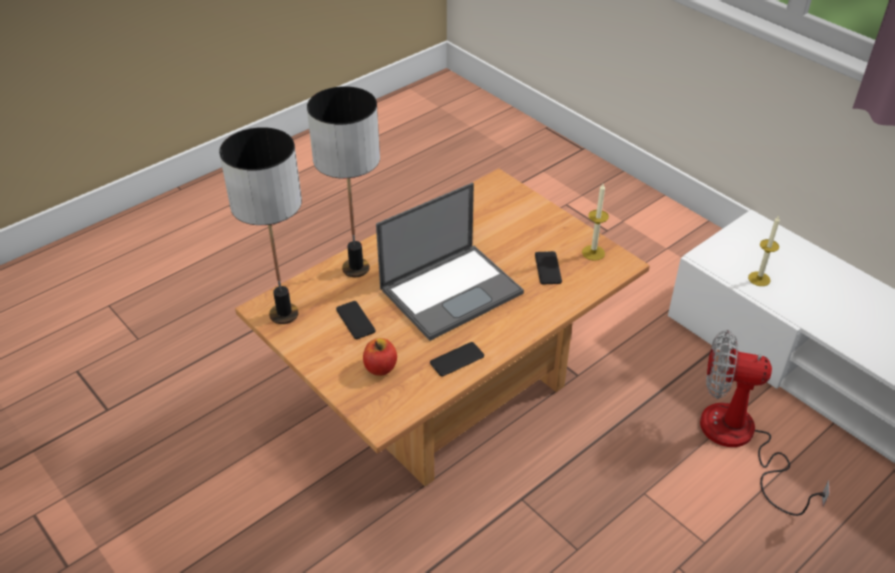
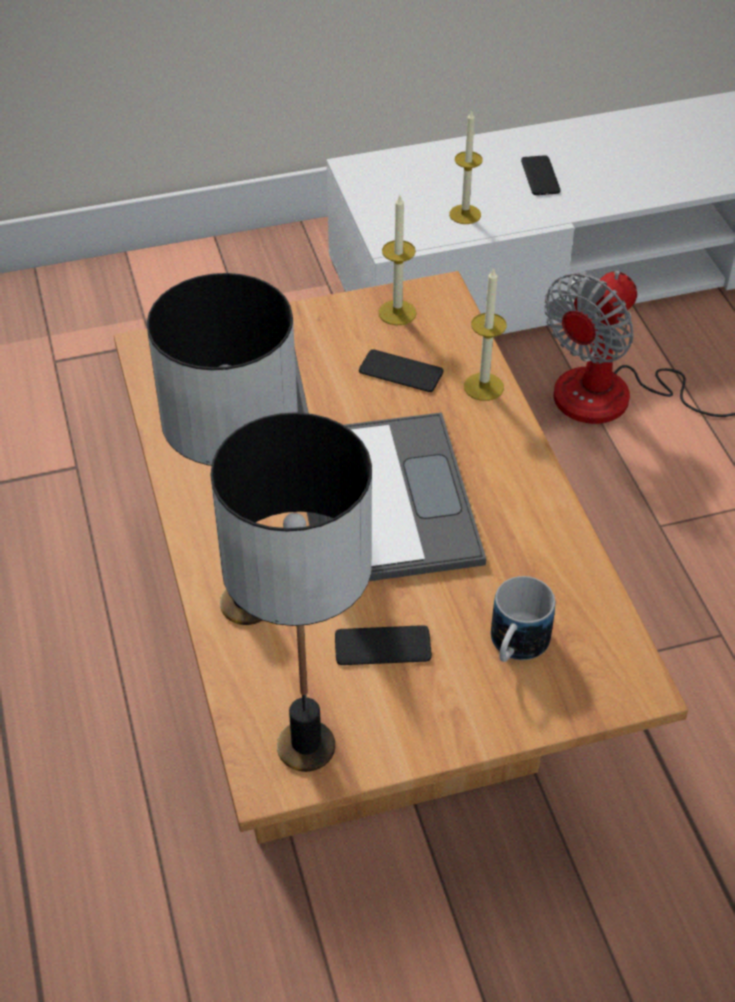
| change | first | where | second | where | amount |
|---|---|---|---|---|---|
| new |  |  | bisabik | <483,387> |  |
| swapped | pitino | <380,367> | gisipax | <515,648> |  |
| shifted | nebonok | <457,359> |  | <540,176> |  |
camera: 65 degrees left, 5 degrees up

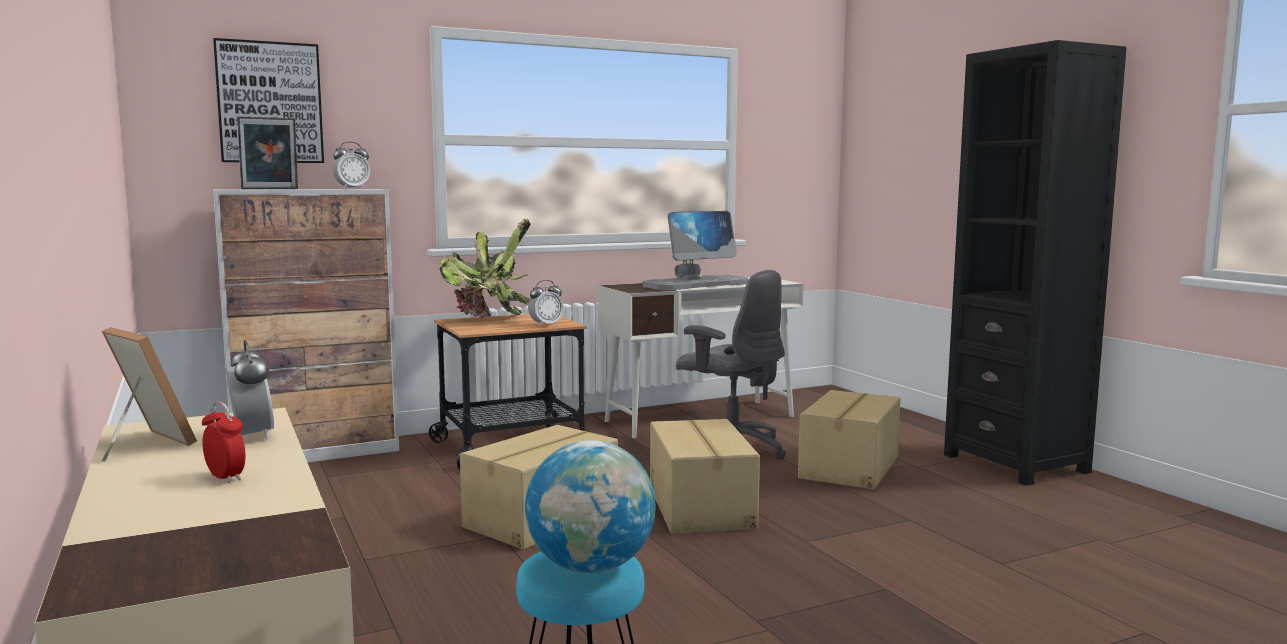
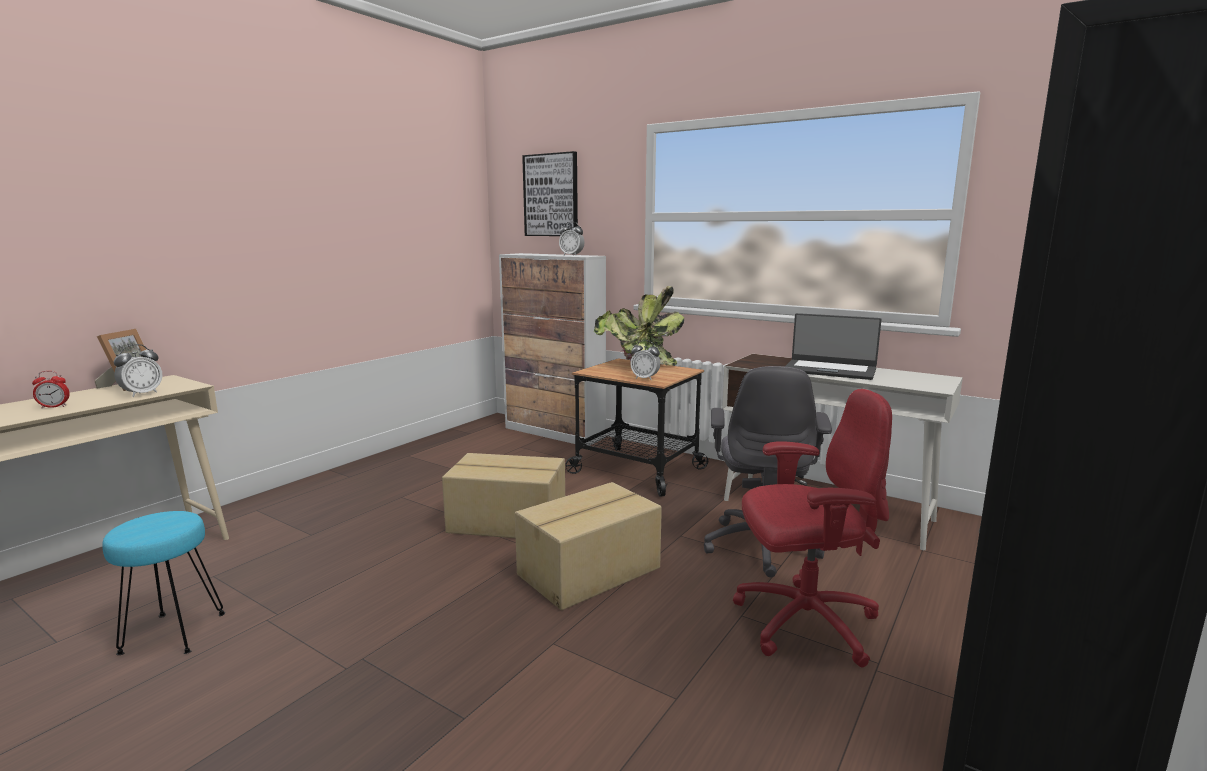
| change | first | where | second | where | amount |
|---|---|---|---|---|---|
| rotated | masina | <225,477> |  | <54,407> | 60 degrees clockwise |
| swapped | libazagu | <851,467> | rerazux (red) | <803,622> |  |
| swapped | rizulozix | <696,284> | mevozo | <829,370> |  |
| gone | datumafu | <270,189> |  |  |  |
| gone | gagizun | <591,567> |  |  |  |
camera: 60 degrees right, 5 degrees up

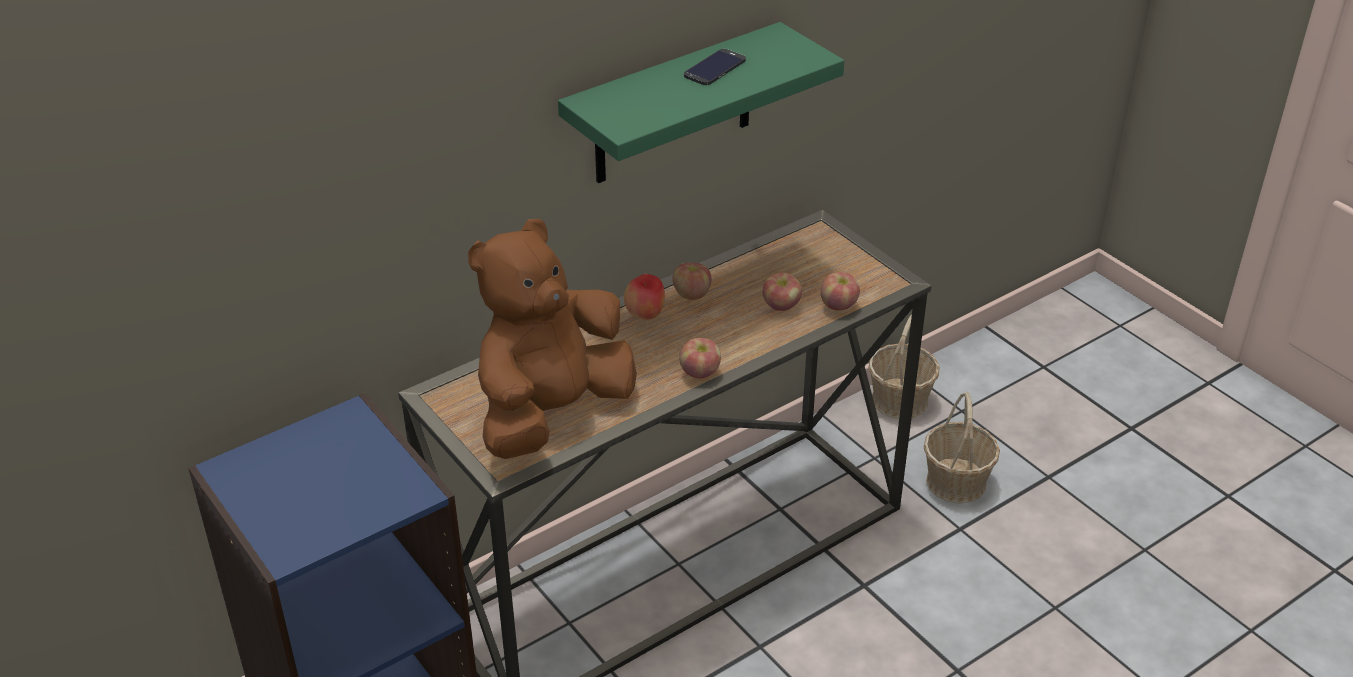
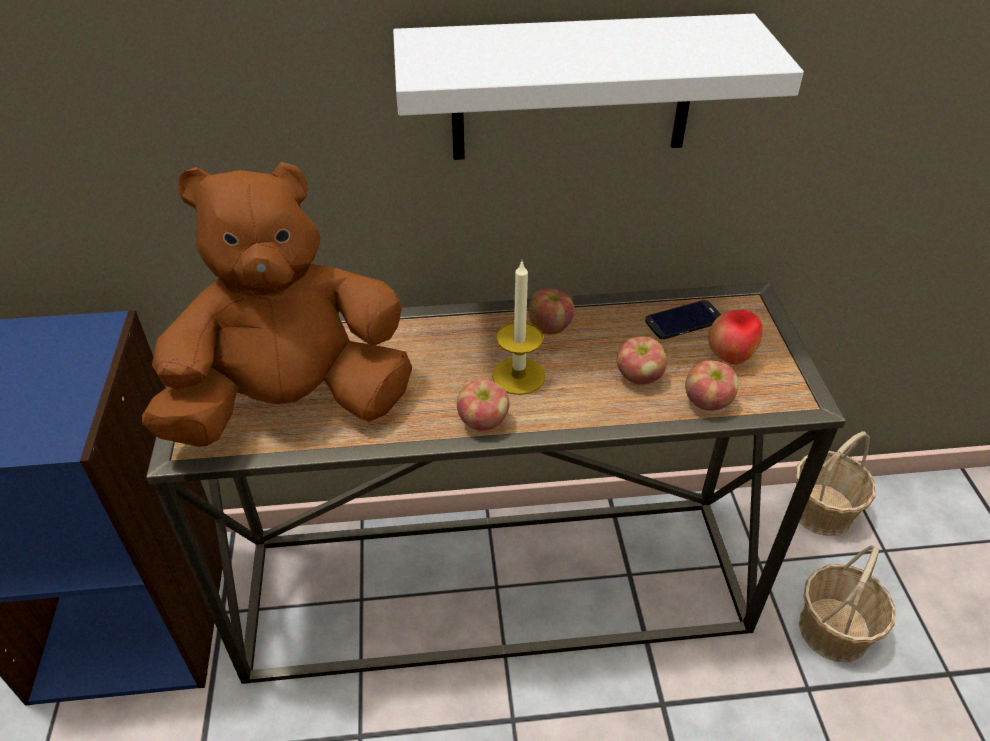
| change | first | where | second | where | amount |
|---|---|---|---|---|---|
| repainted | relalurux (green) | <673,106> | relalurux (white) | <572,89> |  |
| new |  |  | bisabik | <518,376> |  |
| shifted | nebonok | <715,68> |  | <684,320> |  |
| shifted | pitino | <645,315> |  | <730,357> |  |
camera: 30 degrees right, 5 degrees up

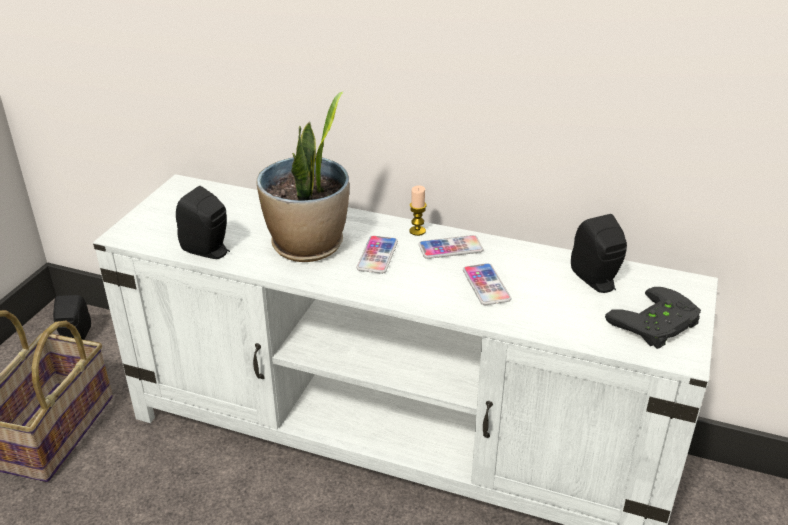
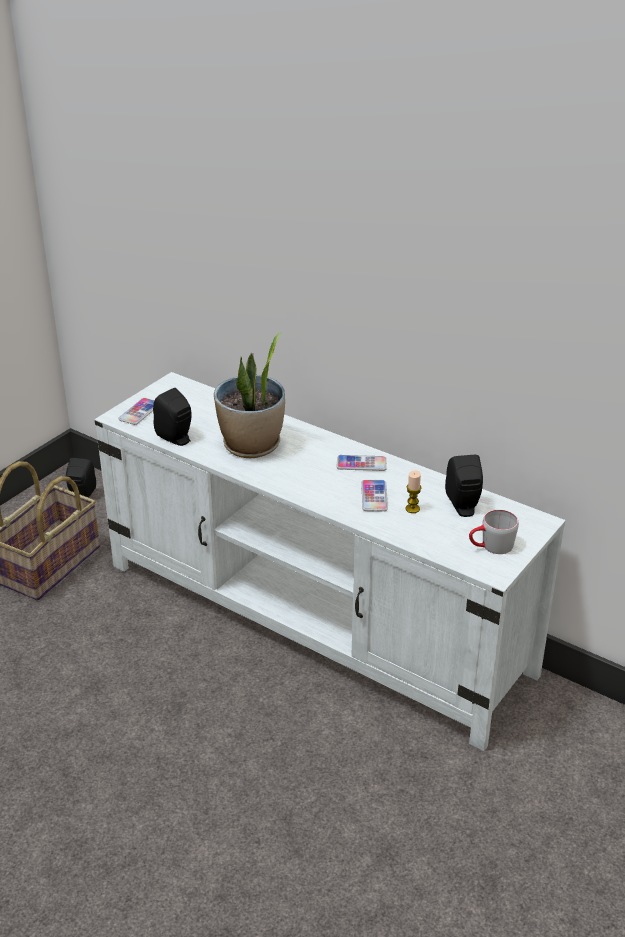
| change | first | where | second | where | amount |
|---|---|---|---|---|---|
| shifted | nebonok | <377,255> |  | <139,412> |  |
| shifted | bisabik | <417,231> |  | <412,509> |  |
| swapped | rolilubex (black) | <658,325> | gisipax (grey) | <491,547> |  |
camera: 15 degrees right, 0 degrees up

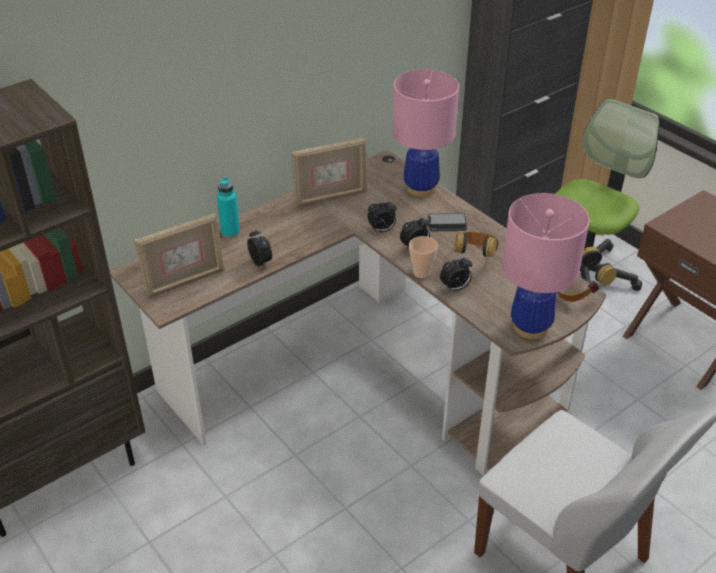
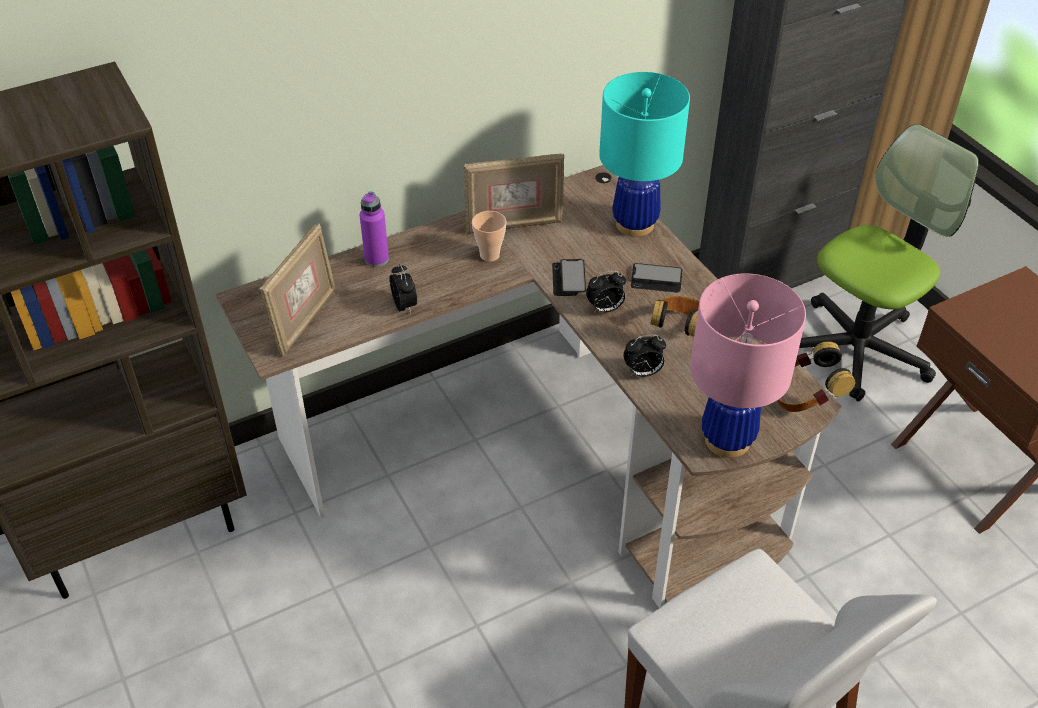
| change | first | where | second | where | amount |
|---|---|---|---|---|---|
| rotated | datumafu | <184,282> |  | <305,321> | 45 degrees counterclockwise |
| repainted | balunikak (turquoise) | <230,232> | balunikak (purple) | <376,259> |  |
| shifted | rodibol | <421,273> |  | <489,255> |  |
| swapped | masina | <381,230> | nebonok | <568,279> |  |
| repainted | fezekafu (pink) | <420,188> | fezekafu (turquoise) | <634,224> |  |
camera: 10 degrees right, 5 degrees up

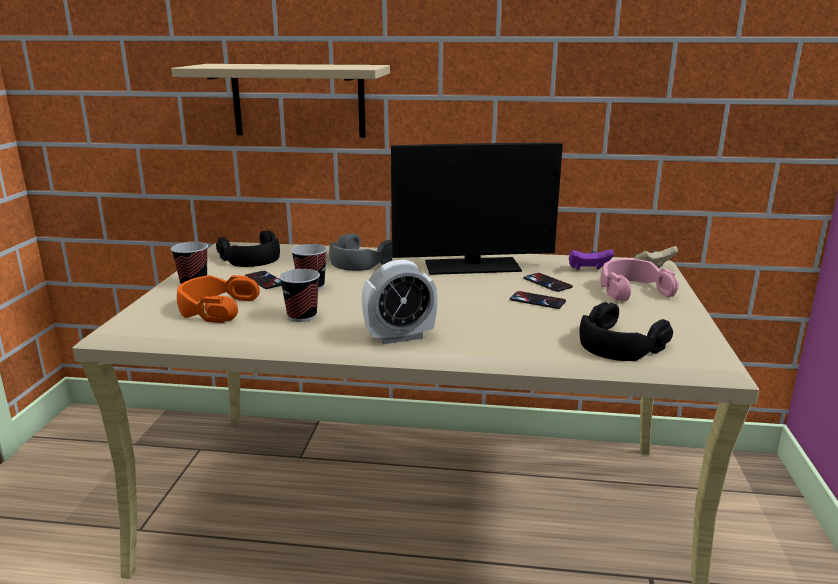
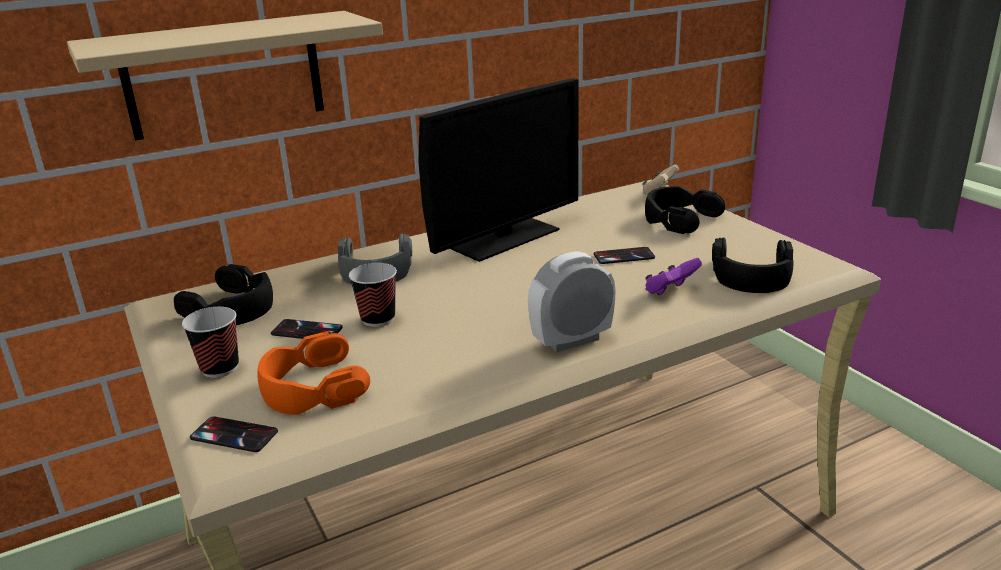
| change | first | where | second | where | amount |
|---|---|---|---|---|---|
| shifted | nebonok | <547,283> |  | <234,435> |  |
| rotated | masina | <400,337> |  | <572,340> | 150 degrees counterclockwise |
| repainted | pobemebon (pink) | <633,290> | pobemebon (black) | <679,219> |  |
| shifted | rolilubex (purple) | <588,270> |  | <670,291> |  |
| gone | rodibol | <302,316> |  |  |  |
camera: 35 degrees left, 5 degrees up

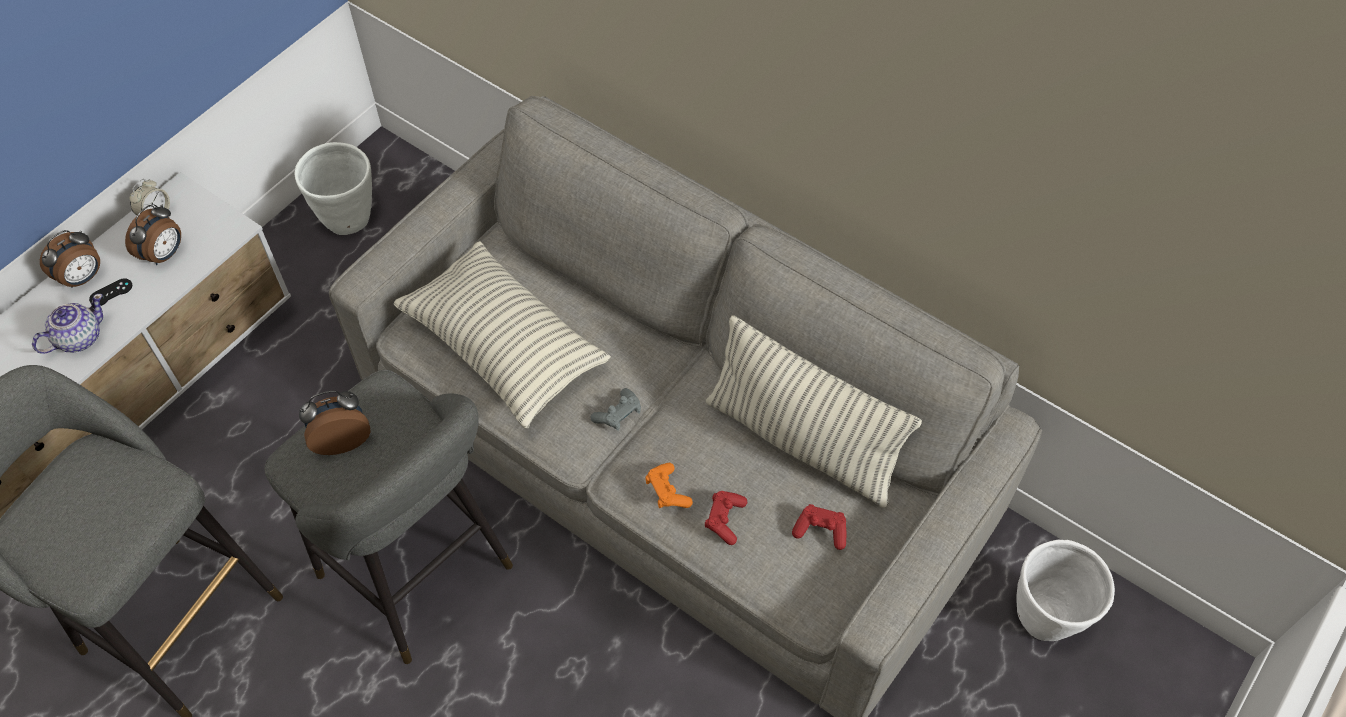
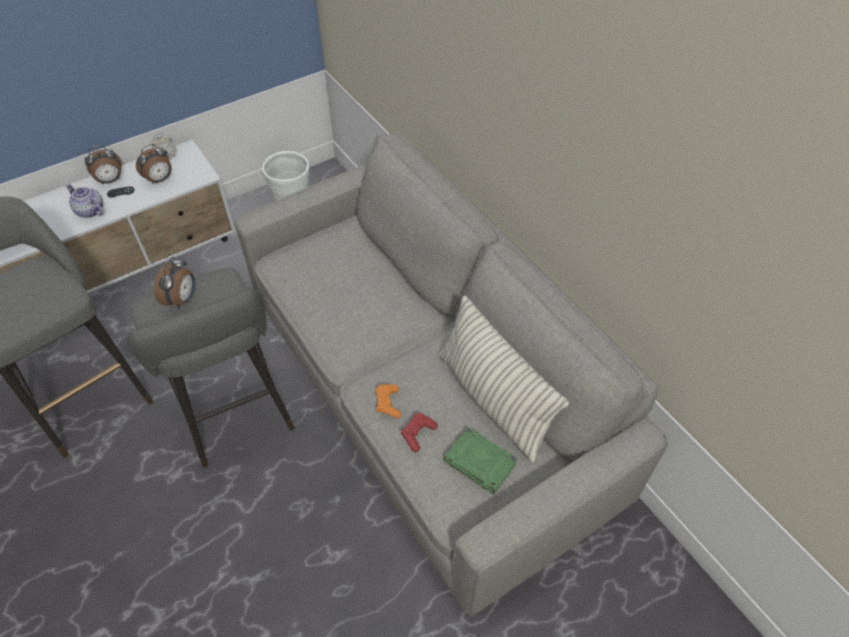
| change | first | where | second | where | amount |
|---|---|---|---|---|---|
| rotated | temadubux | <78,338> |  | <90,211> | 120 degrees counterclockwise |
| rotated | masina | <342,439> |  | <182,299> | 105 degrees clockwise |
| swapped | rolilubex (red) | <821,530> | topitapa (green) | <481,463> |  |
| gone | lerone | <504,347> |  |  |  |
| gone | rolilubex (grey) | <618,415> |  |  |  |
| gone | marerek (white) | <1044,618> |  |  |  |
camera: 20 degrees right, 5 degrees down

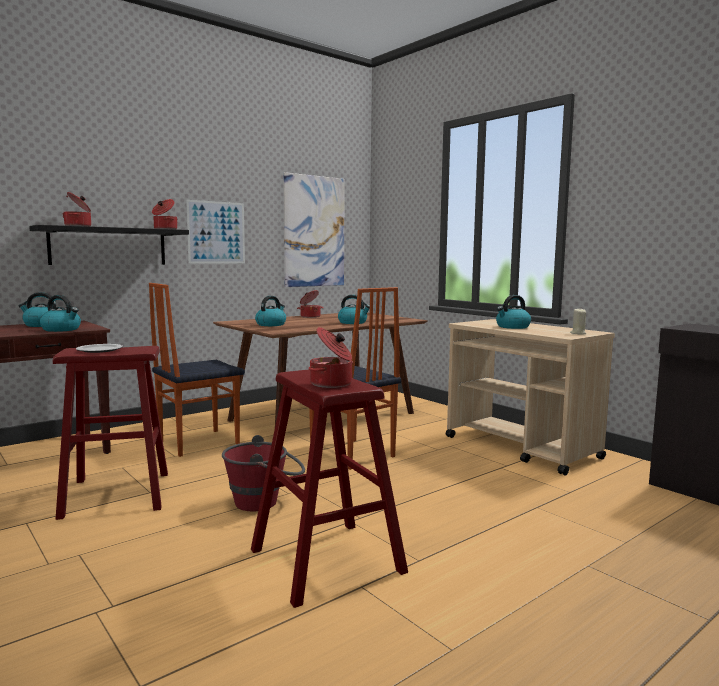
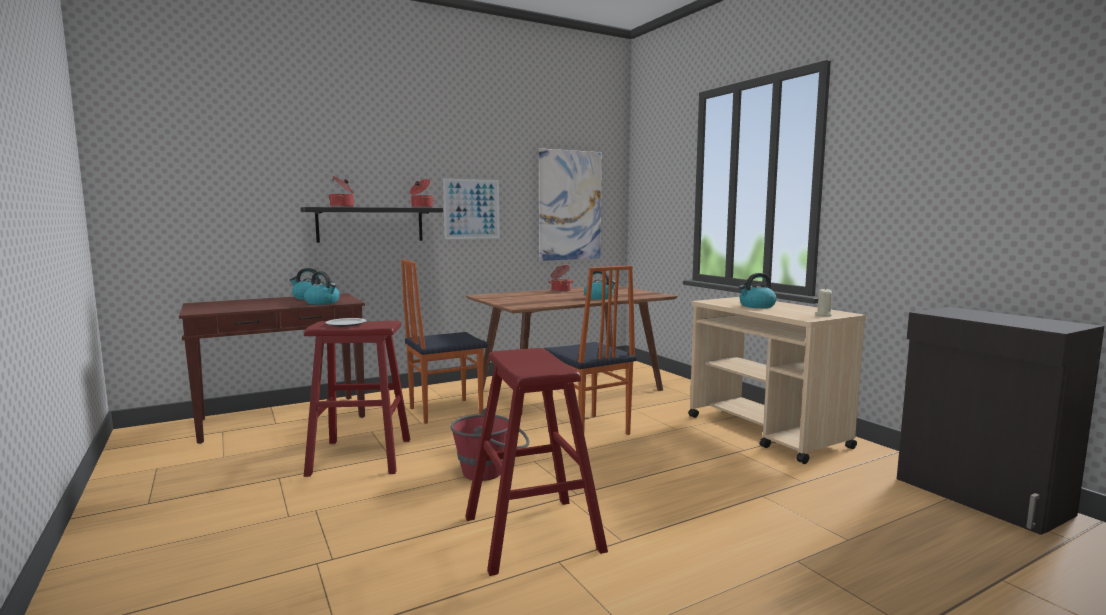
| change | first | where | second | where | amount |
|---|---|---|---|---|---|
| gone | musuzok | <271,324> |  |  |  |
| gone | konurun | <332,384> |  |  |  |
camera: 10 degrees right, 0 degrees up

